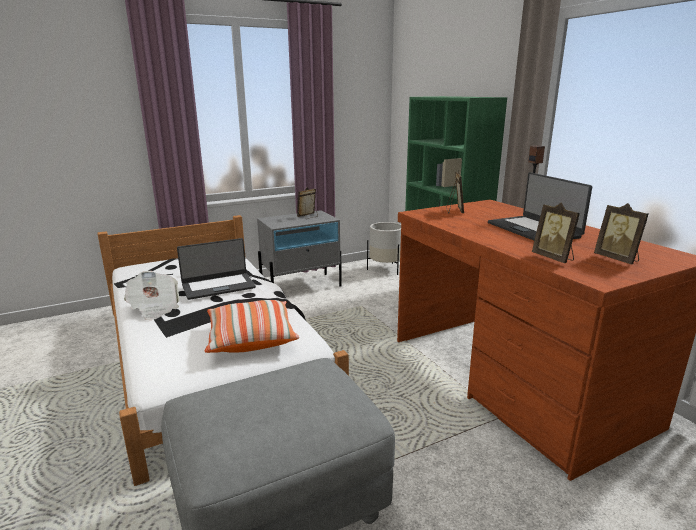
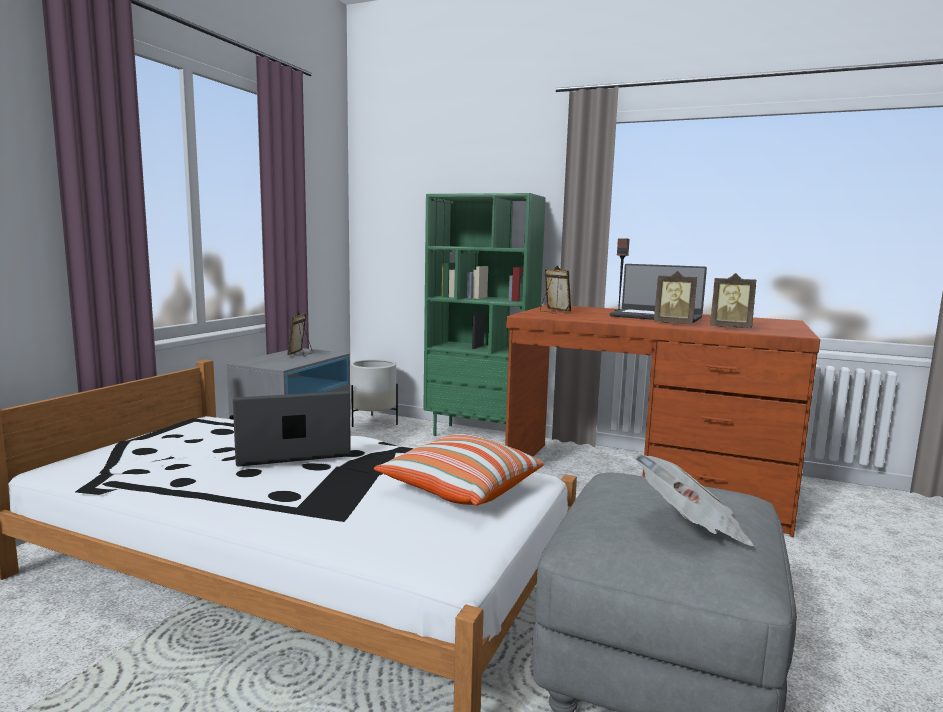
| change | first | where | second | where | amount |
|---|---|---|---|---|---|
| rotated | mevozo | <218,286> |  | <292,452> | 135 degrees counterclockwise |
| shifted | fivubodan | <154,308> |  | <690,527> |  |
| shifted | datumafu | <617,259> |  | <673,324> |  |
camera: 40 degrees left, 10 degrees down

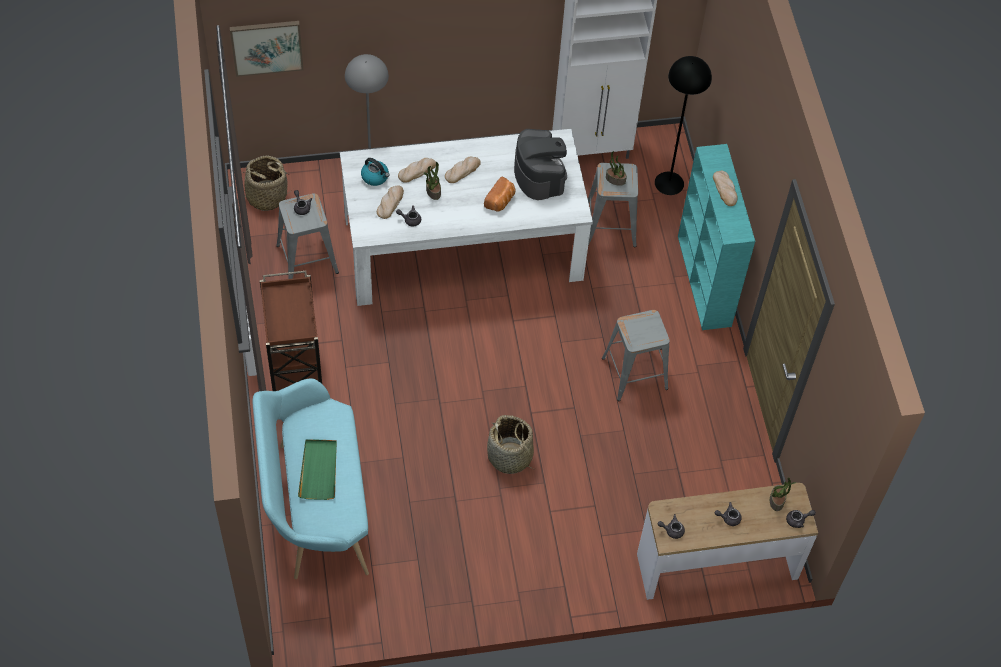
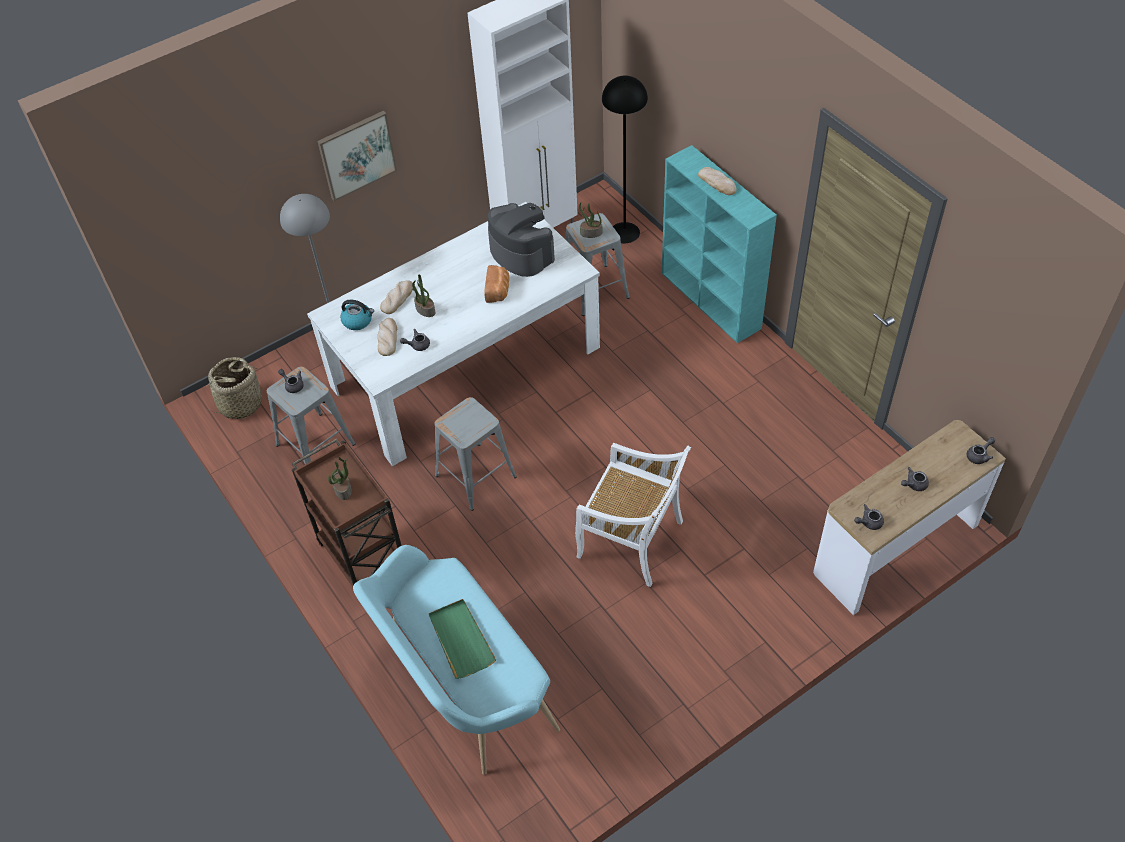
| change | first | where | second | where | amount |
|---|---|---|---|---|---|
| shifted | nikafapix | <266,47> |  | <357,155> |  |
| shifted | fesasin | <777,501> |  | <343,489> |  |
| shifted | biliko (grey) | <635,374> |  | <476,476> |  |
| swapped | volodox | <510,456> | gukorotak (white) | <632,540> |  |
| gone | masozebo | <462,170> |  |  |  |
camera: 20 degrees left, 5 degrees down

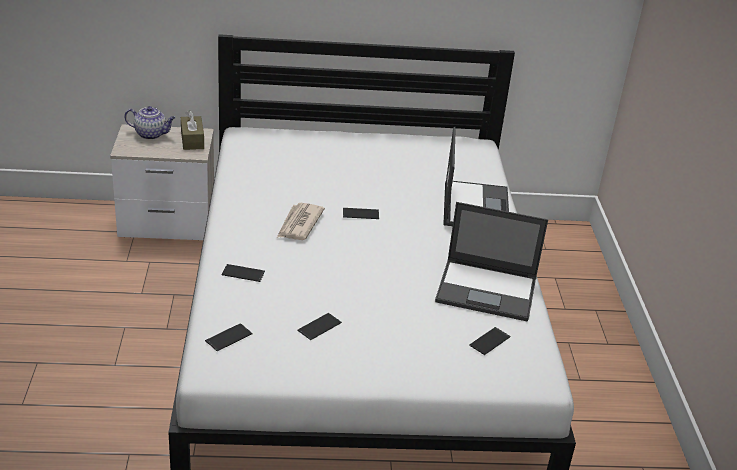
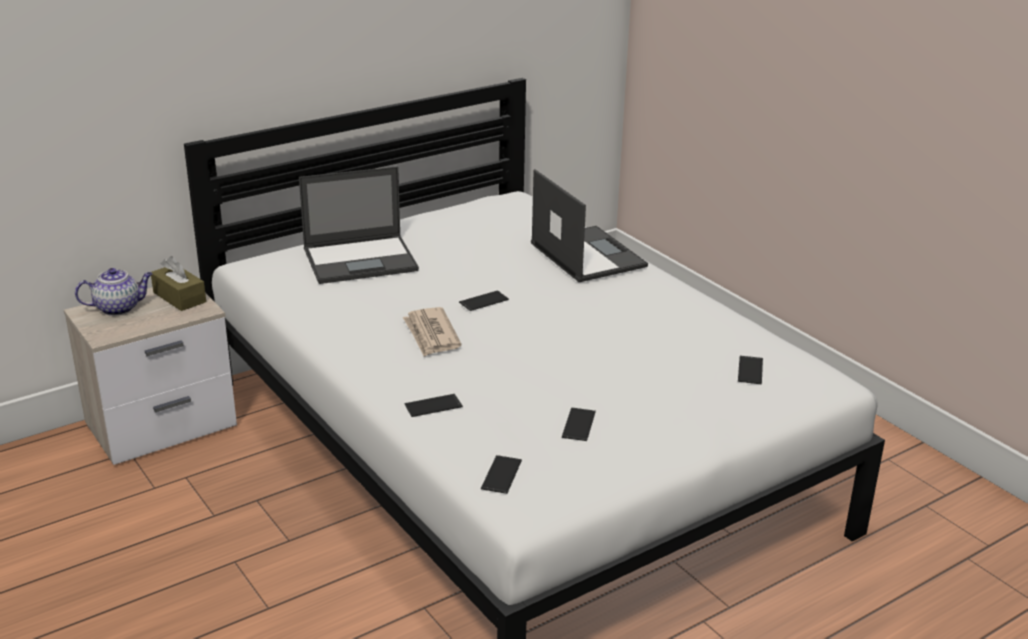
| change | first | where | second | where | amount |
|---|---|---|---|---|---|
| shifted | mevozo | <487,290> |  | <361,260> |  |
camera: 30 degrees left, 5 degrees down

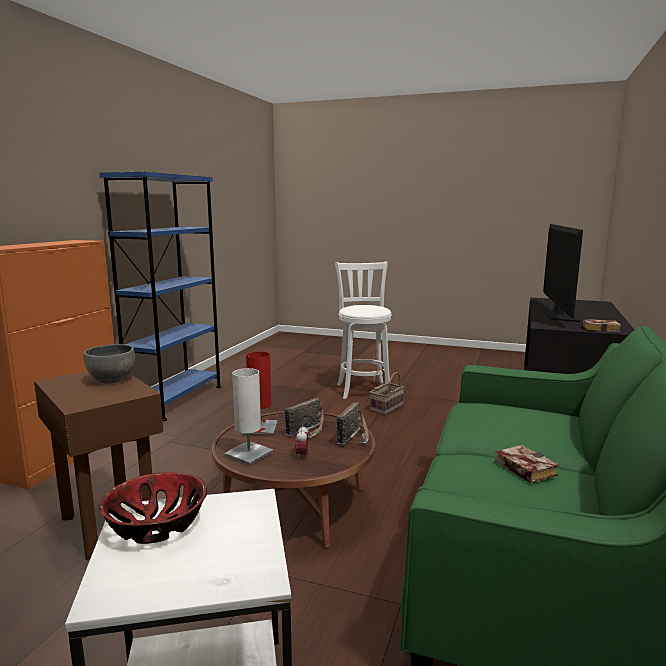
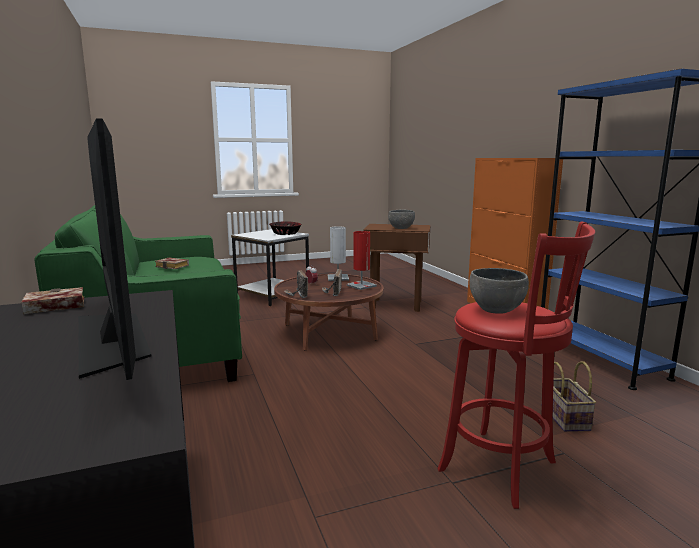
| change | first | where | second | where | amount |
|---|---|---|---|---|---|
| repainted | biliko (white) | <363,389> | biliko (red) | <503,469> |  |
| new |  |  | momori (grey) | <496,310> |  |
| shifted | volodox | <386,408> |  | <566,418> |  |
camera: 140 degrees right, 0 degrees up

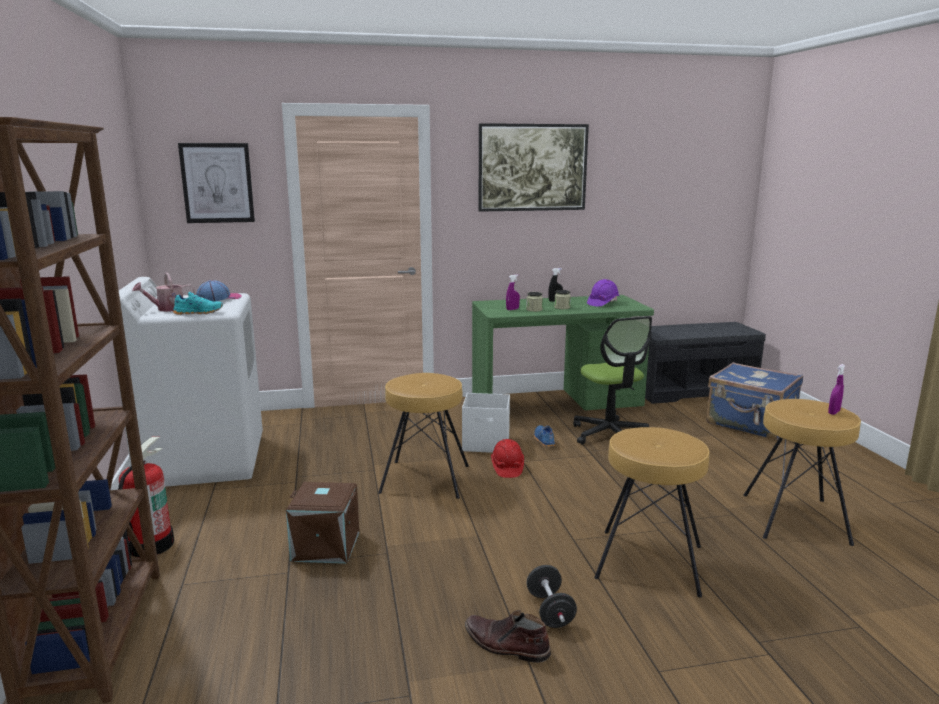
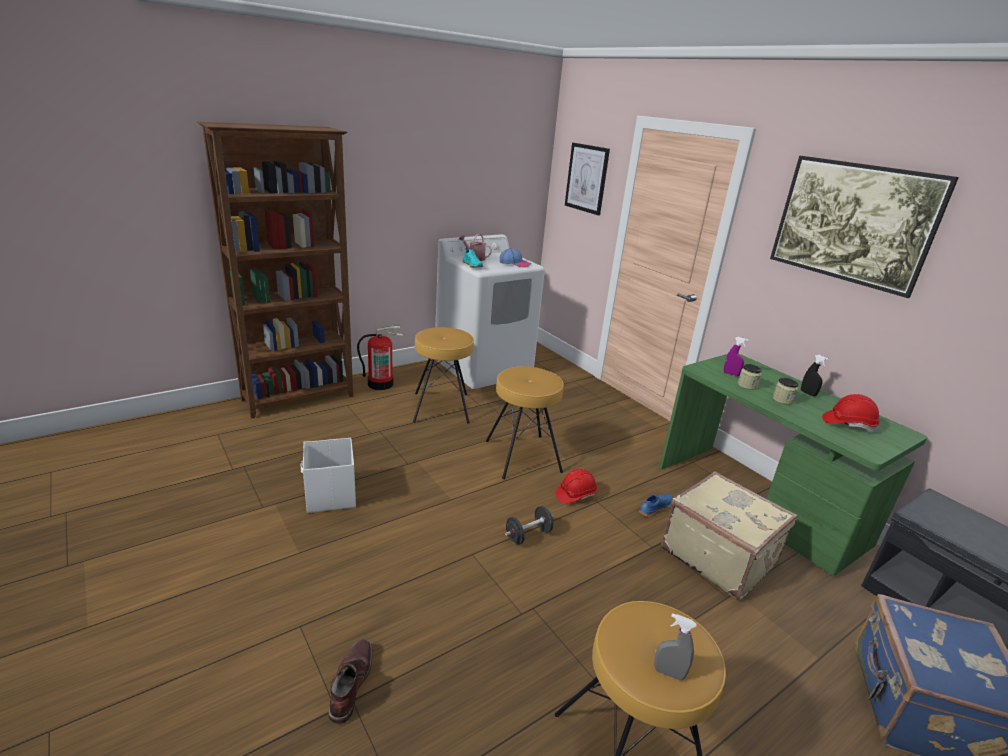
| change | first | where | second | where | amount |
|---|---|---|---|---|---|
| shifted | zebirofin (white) | <487,444> |  | <330,496> |  |
| shifted | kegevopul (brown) | <505,645> |  | <350,683> |  |
| shifted | biliko (brown) | <649,561> |  | <442,407> |  |
| shifted | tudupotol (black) | <550,611> |  | <528,535> |  |
| repainted | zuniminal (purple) | <834,412> | zuniminal (grey) | <669,673> |  |
| swapped | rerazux | <610,434> | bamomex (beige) | <718,555> |  |
| repainted | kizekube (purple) | <602,303> | kizekube (red) | <848,424> |  |
| gone | zebirofin (brown) | <325,547> |  |  |  |
camera: 65 degrees right, 10 degrees up

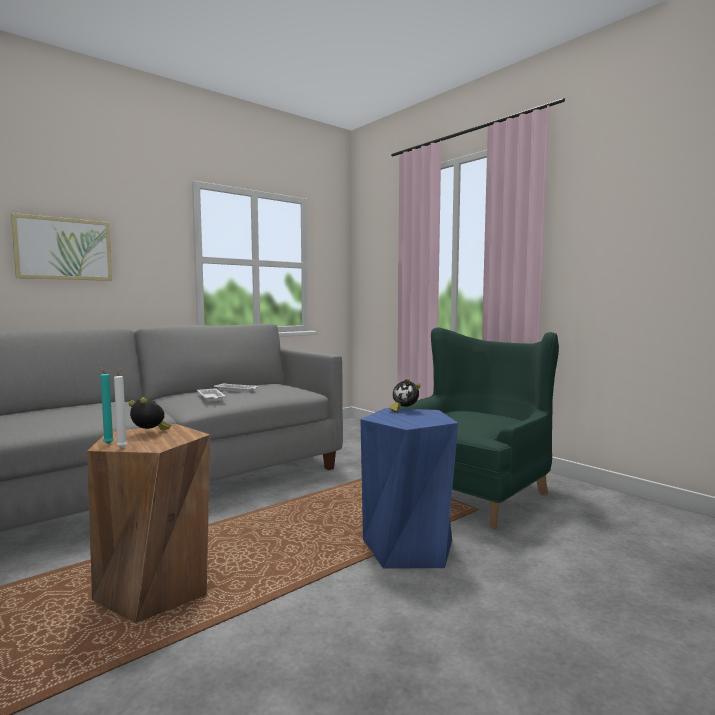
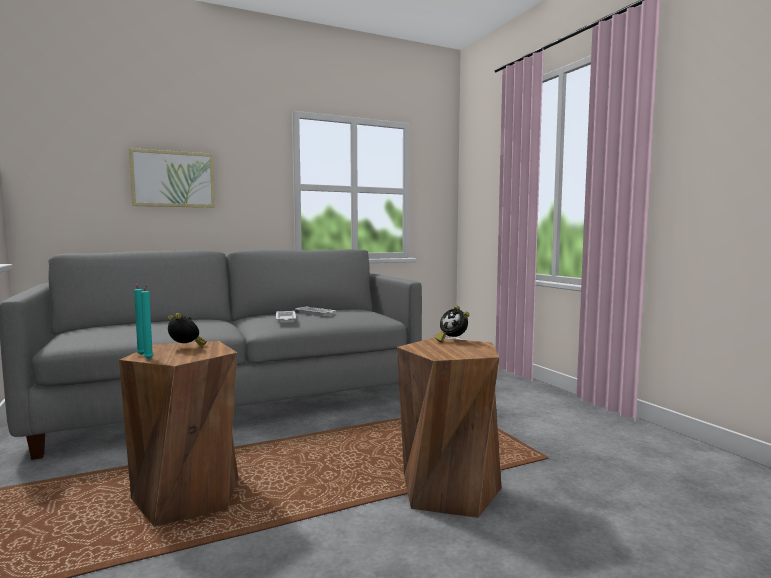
| change | first | where | second | where | amount |
|---|---|---|---|---|---|
| repainted | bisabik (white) | <123,447> | bisabik (turquoise) | <149,359> |  |
| repainted | biliko (blue) | <409,547> | biliko (brown) | <449,490> |  |
| gone | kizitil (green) | <472,492> |  |  |  |
camera: 15 degrees right, 0 degrees up

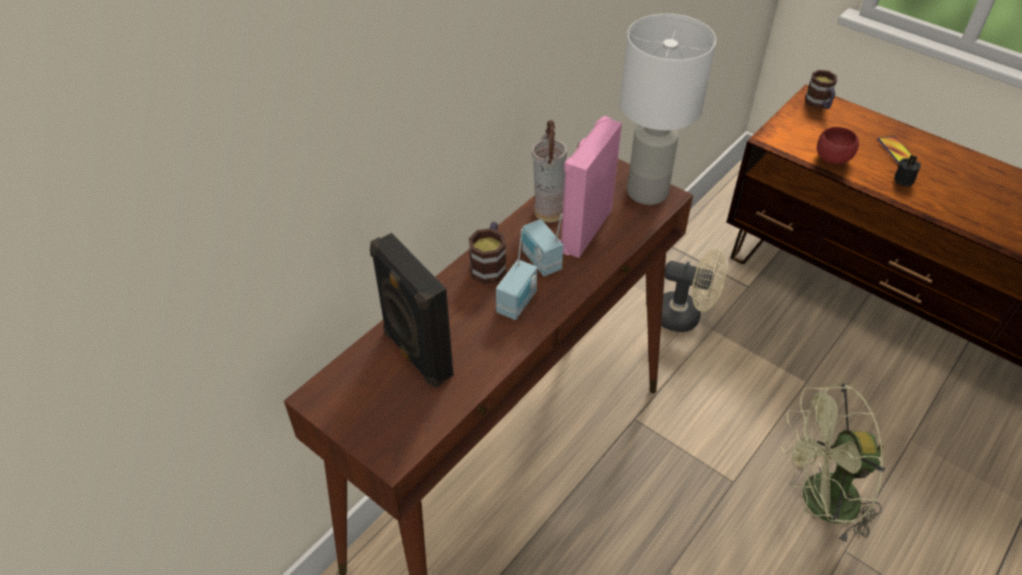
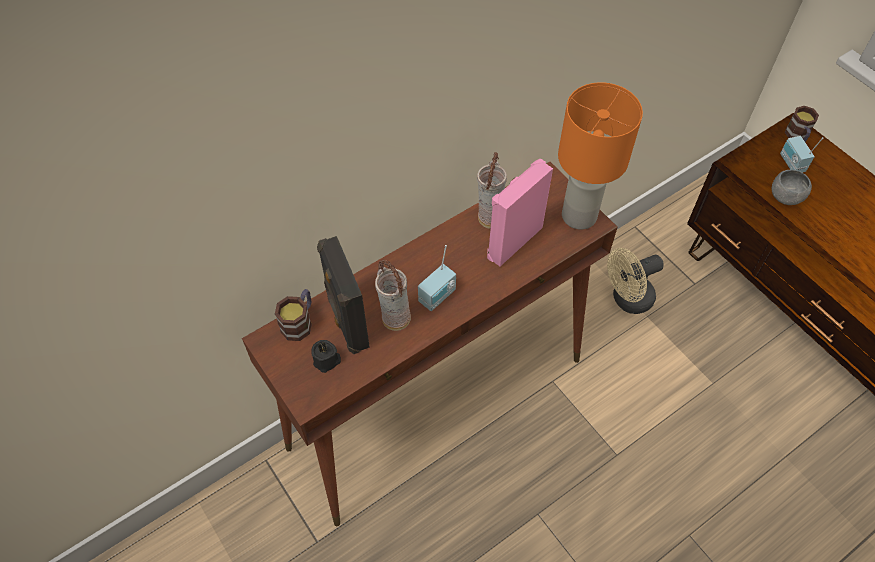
| change | first | where | second | where | amount |
|---|---|---|---|---|---|
| shifted | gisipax | <489,265> |  | <299,322> |  |
| shifted | bisabik (black) | <905,179> |  | <327,361> |  |
| new |  |  | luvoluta | <395,319> |  |
| repainted | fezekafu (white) | <646,192> | fezekafu (orange) | <578,216> |  |
| rotated | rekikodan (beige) | <685,317> |  | <627,300> | 120 degrees clockwise |
| repainted | momori (red) | <832,158> | momori (grey) | <785,196> |  |
| shifted | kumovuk | <540,262> |  | <791,163> |  |
| gone | rekikodan (green) | <818,502> |  |  |  |
| gone | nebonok | <896,150> |  |  |  |
camera: 15 degrees right, 10 degrees up

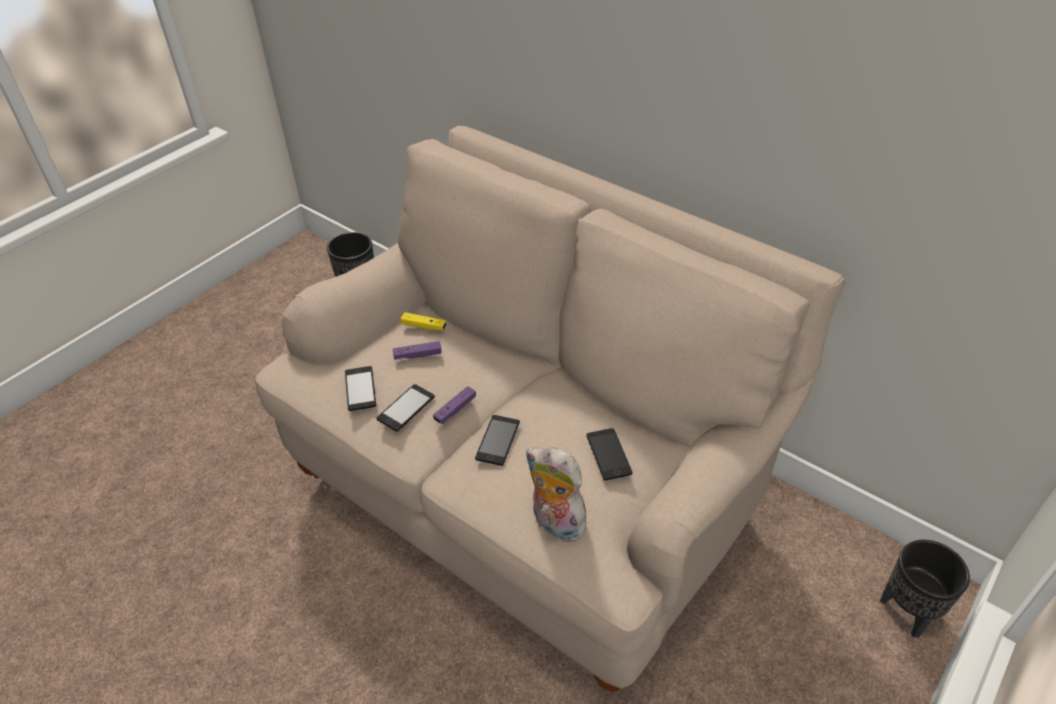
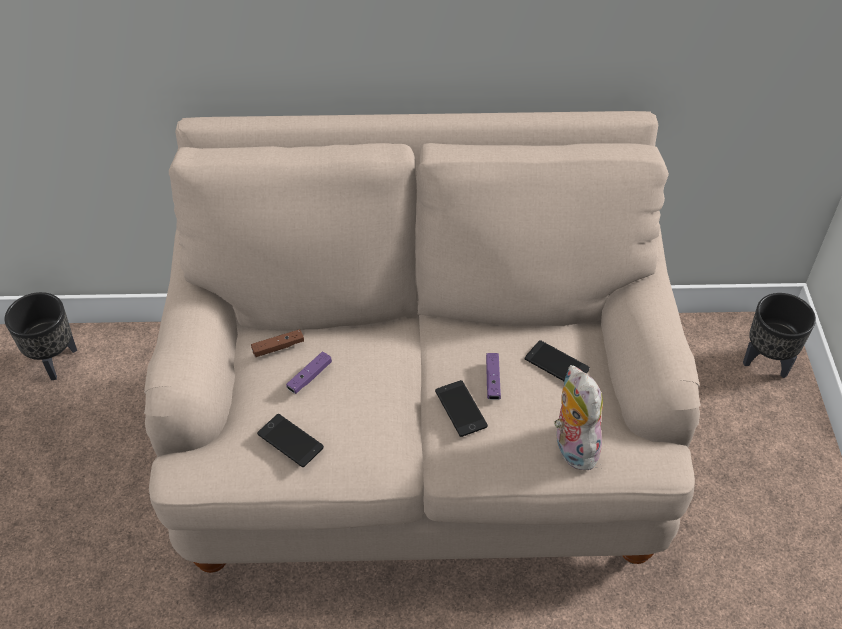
| change | first | where | second | where | amount |
|---|---|---|---|---|---|
| repainted | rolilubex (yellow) | <424,326> | rolilubex (brown) | <278,347> |  |
| shifted | rolilubex (purple) | <455,409> |  | <492,380> |  |
| rotated | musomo | <555,524> |  | <572,446> | 75 degrees clockwise |
| gone | nebonok | <406,408> |  |  |  |
camera: 40 degrees left, 5 degrees up

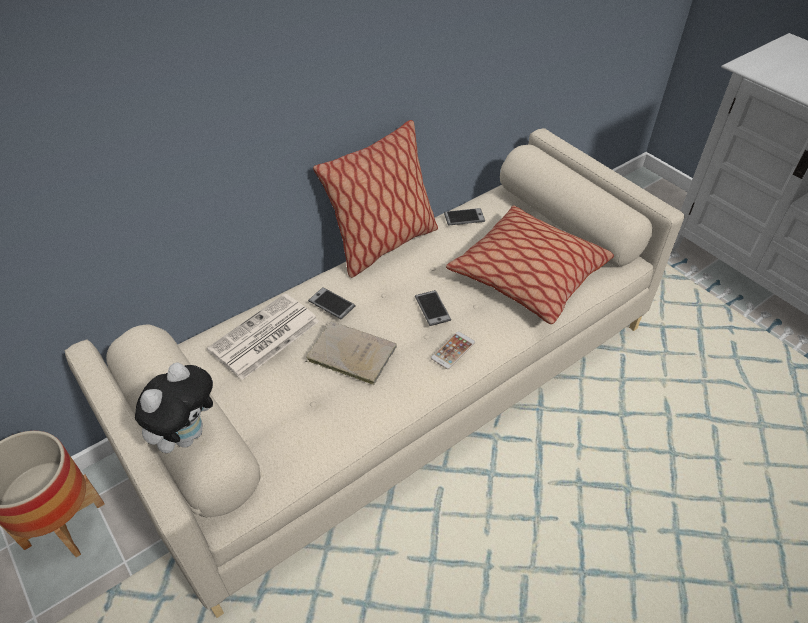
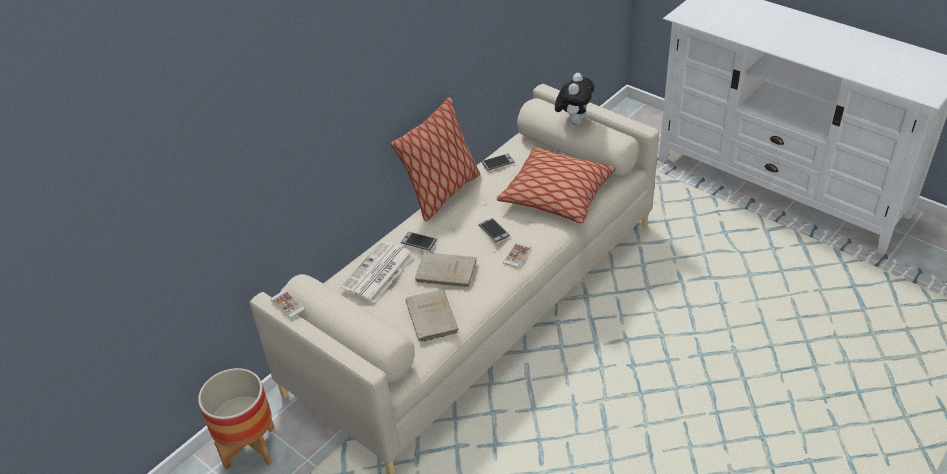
| change | first | where | second | where | amount |
|---|---|---|---|---|---|
| new |  |  | nebonok | <287,304> |  |
| new |  |  | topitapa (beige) | <432,318> |  |
| shifted | musomo | <187,434> |  | <574,121> |  |
camera: 10 degrees left, 5 degrees down

